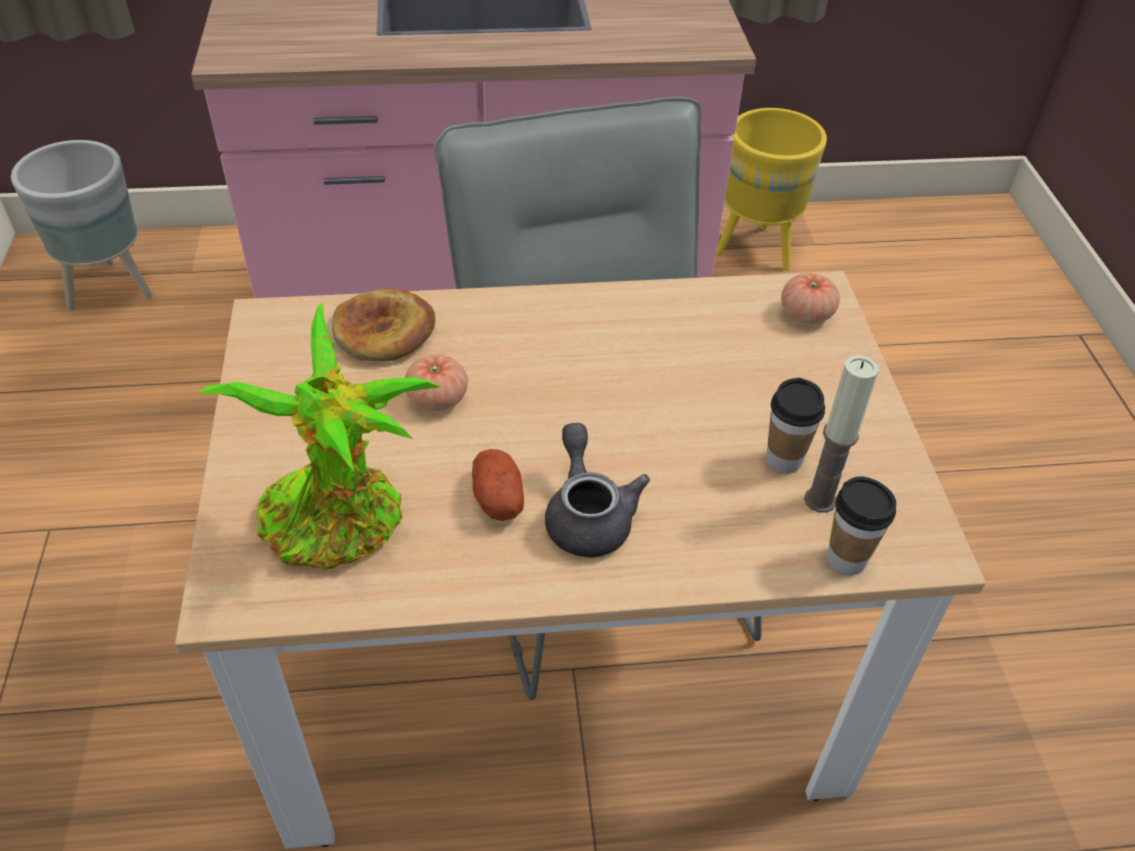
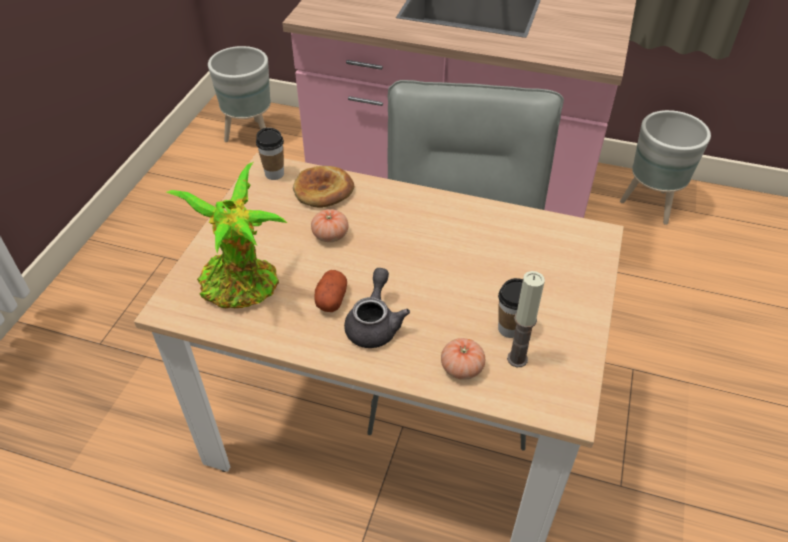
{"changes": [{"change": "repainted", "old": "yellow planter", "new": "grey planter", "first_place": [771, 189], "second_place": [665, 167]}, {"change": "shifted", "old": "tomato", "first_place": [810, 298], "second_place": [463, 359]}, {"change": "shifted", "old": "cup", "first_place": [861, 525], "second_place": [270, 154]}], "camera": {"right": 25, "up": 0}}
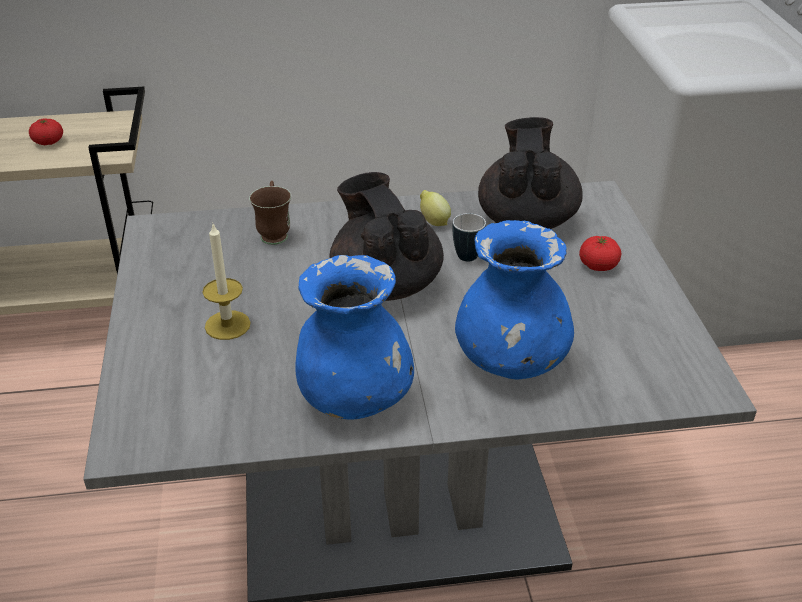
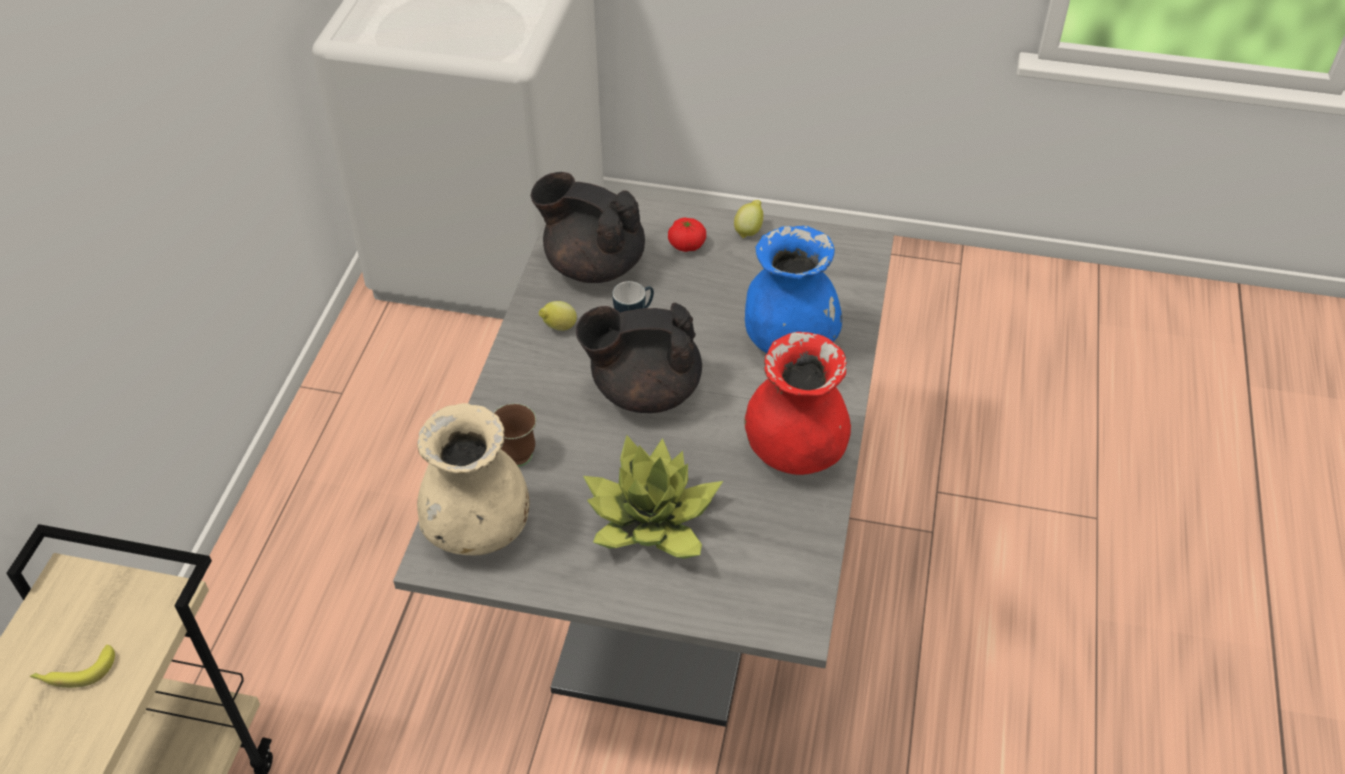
{"changes": [{"change": "swapped", "old": "tomato", "new": "banana", "first_place": [46, 131], "second_place": [72, 666]}, {"change": "swapped", "old": "candle", "new": "potted plant", "first_place": [227, 281], "second_place": [653, 497]}, {"change": "repainted", "old": "blue vase", "new": "red vase", "first_place": [354, 337], "second_place": [797, 403]}, {"change": "new", "new": "beige vase", "second_place": [473, 479]}, {"change": "new", "new": "lemon", "second_place": [748, 219]}], "camera": {"right": -70, "up": 10}}
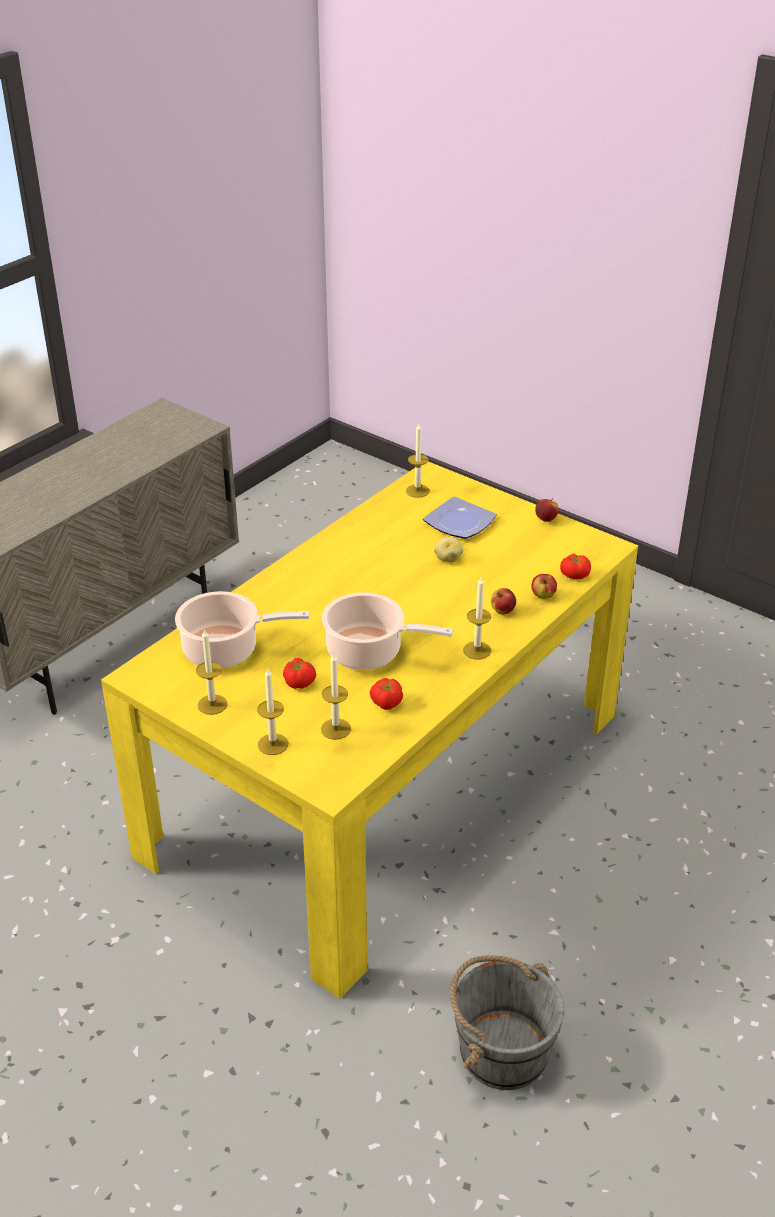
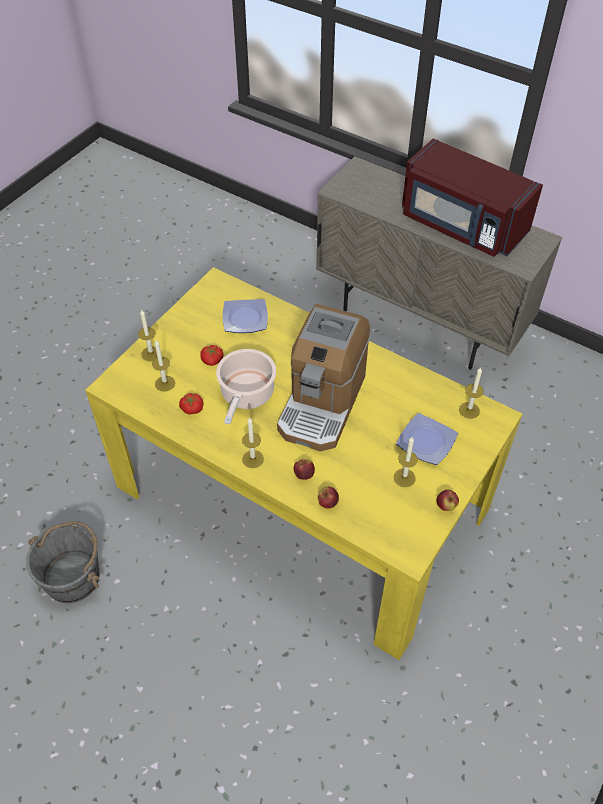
{"changes": [{"change": "swapped", "old": "cooking pot", "new": "plate", "first_place": [242, 629], "second_place": [245, 316]}, {"change": "shifted", "old": "candle", "first_place": [211, 672], "second_place": [406, 462]}, {"change": "gone", "old": "potato", "first_place": [448, 549]}, {"change": "gone", "old": "tomato", "first_place": [575, 566]}, {"change": "new", "new": "coffee machine", "second_place": [323, 377]}, {"change": "new", "new": "red microwave", "second_place": [472, 197]}], "camera": {"right": 85, "up": 15}}
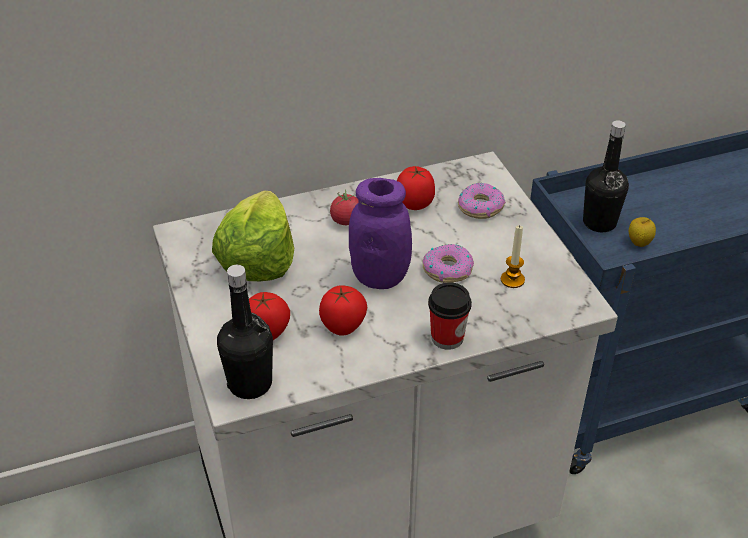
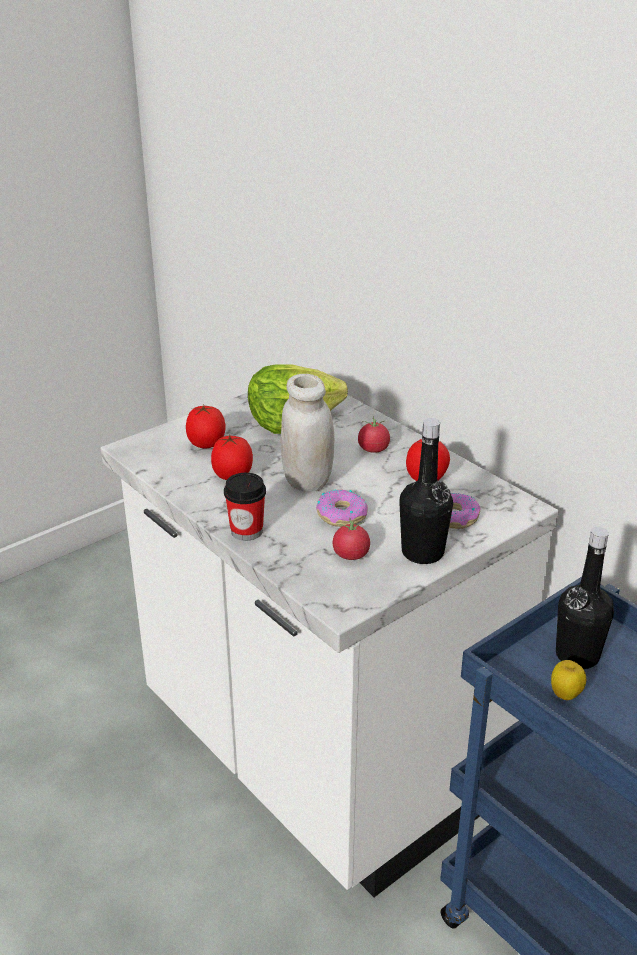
{"changes": [{"change": "shifted", "old": "black bottle", "first_place": [245, 332], "second_place": [426, 491]}, {"change": "repainted", "old": "purple jar", "new": "white jar", "first_place": [380, 233], "second_place": [307, 433]}, {"change": "swapped", "old": "candle", "new": "tomato", "first_place": [513, 256], "second_place": [351, 539]}], "camera": {"right": 70, "up": -10}}
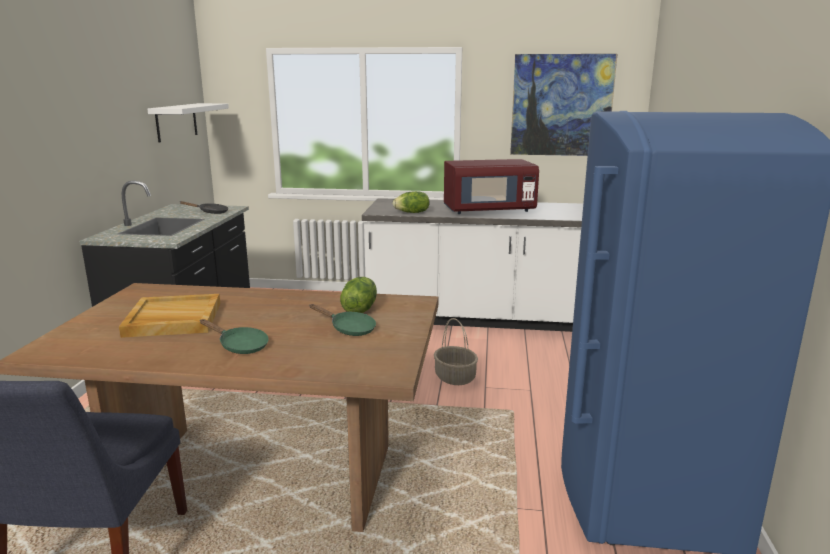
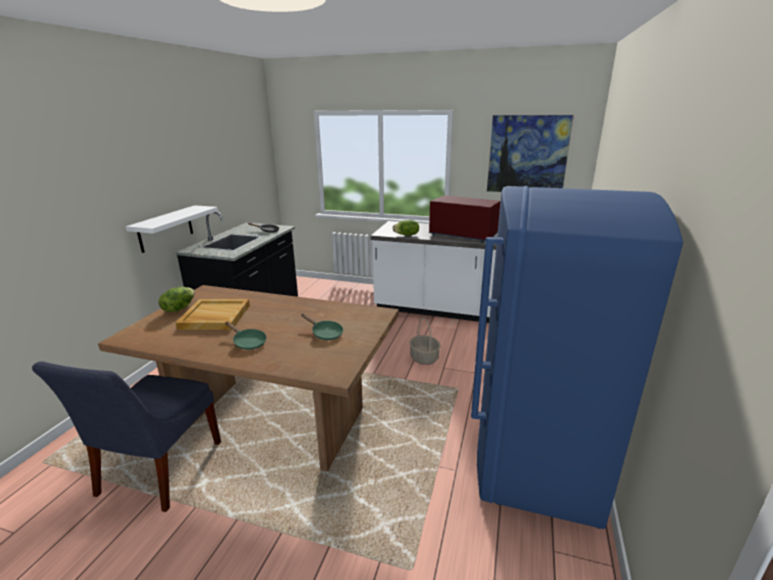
{"changes": [{"change": "shifted", "old": "white shelf", "first_place": [188, 123], "second_place": [172, 229]}, {"change": "shifted", "old": "lettuce", "first_place": [358, 295], "second_place": [177, 299]}, {"change": "rotated", "old": "red microwave", "first_place": [491, 186], "second_place": [465, 219], "degrees": -150}], "camera": {"right": 10, "up": 5}}
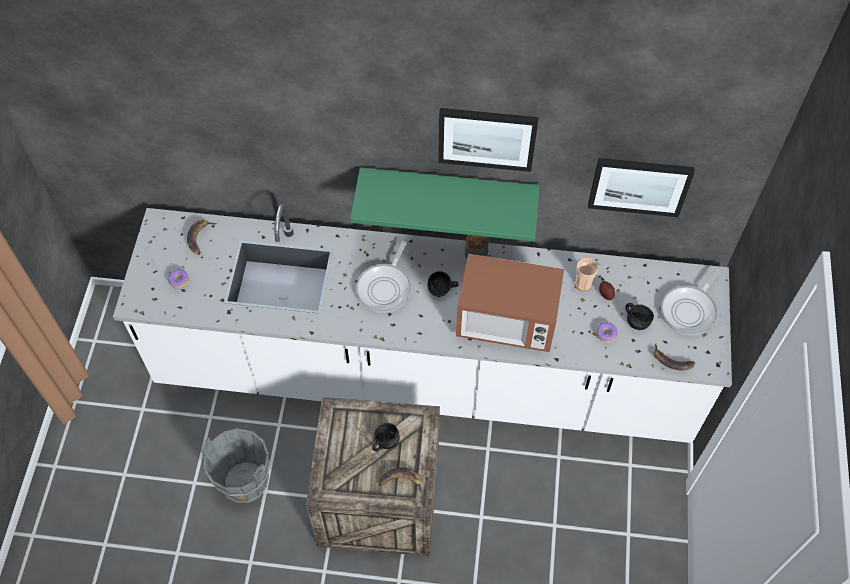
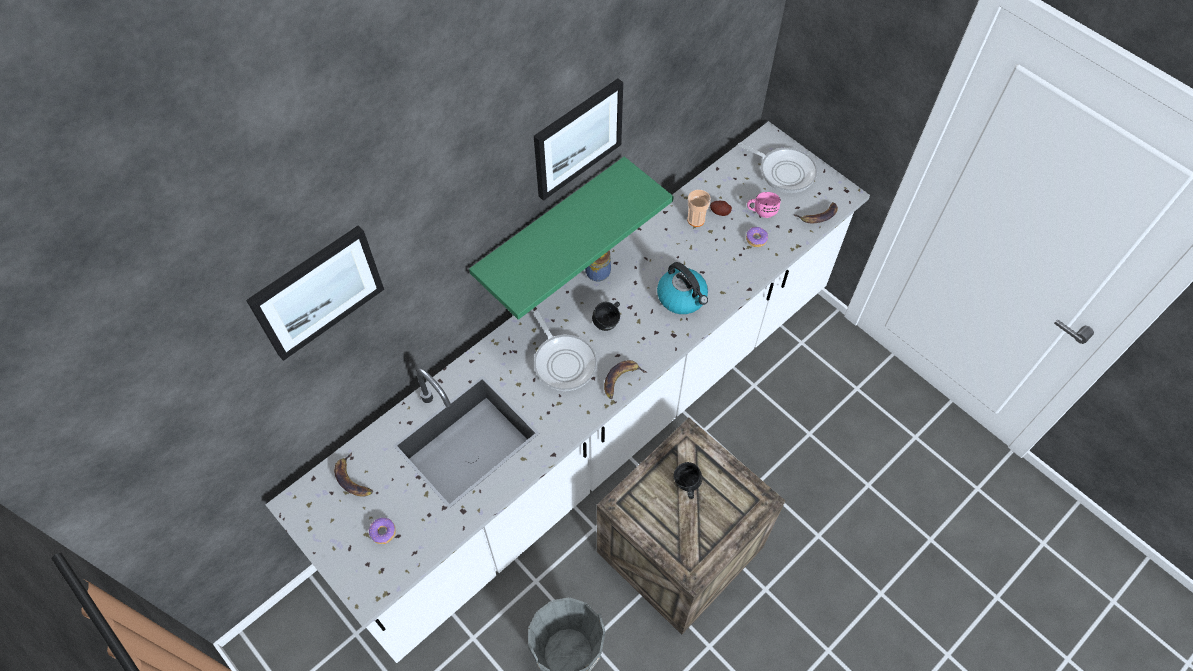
{"changes": [{"change": "shifted", "old": "banana", "first_place": [400, 480], "second_place": [625, 379]}, {"change": "swapped", "old": "microwave", "new": "kettle", "first_place": [510, 302], "second_place": [682, 288]}, {"change": "shifted", "old": "picture", "first_place": [641, 187], "second_place": [315, 293]}, {"change": "repainted", "old": "black mug", "new": "pink mug", "first_place": [639, 316], "second_place": [764, 205]}, {"change": "rotated", "old": "frying pan", "first_place": [691, 302], "second_place": [777, 167], "degrees": -45}], "camera": {"right": -50, "up": 0}}
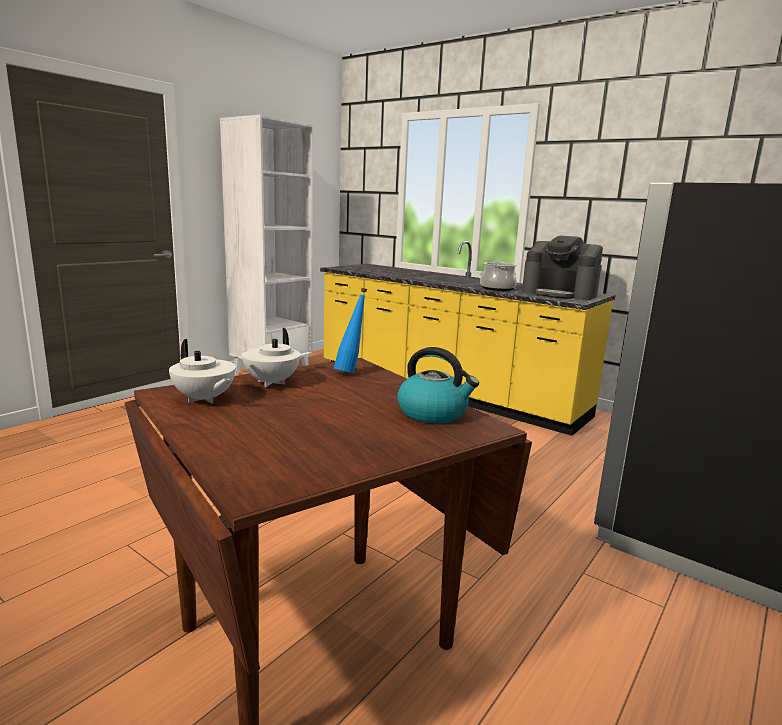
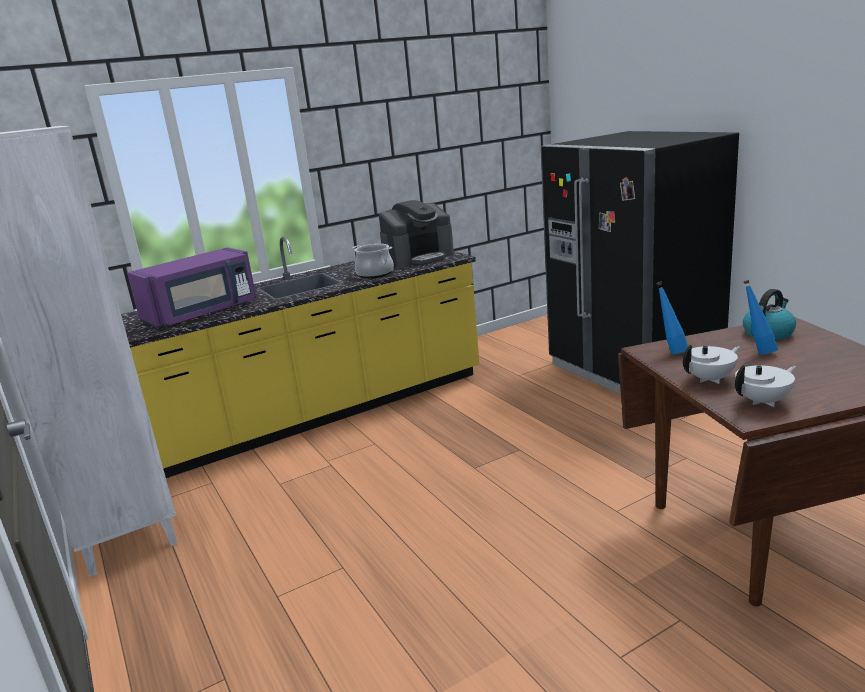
{"changes": [{"change": "rotated", "old": "white teapot", "first_place": [271, 357], "second_place": [711, 364], "degrees": -60}, {"change": "new", "new": "purple microwave", "second_place": [191, 287]}, {"change": "new", "new": "blue bottle", "second_place": [760, 317]}], "camera": {"right": -65, "up": 5}}
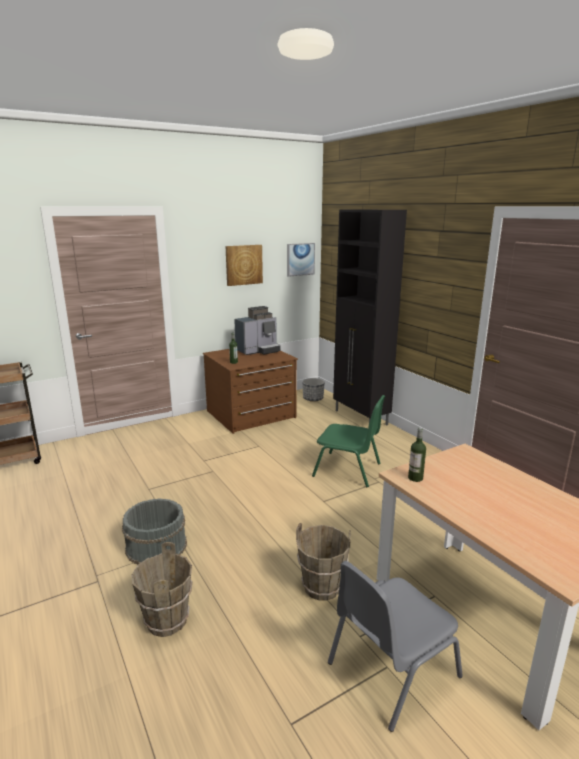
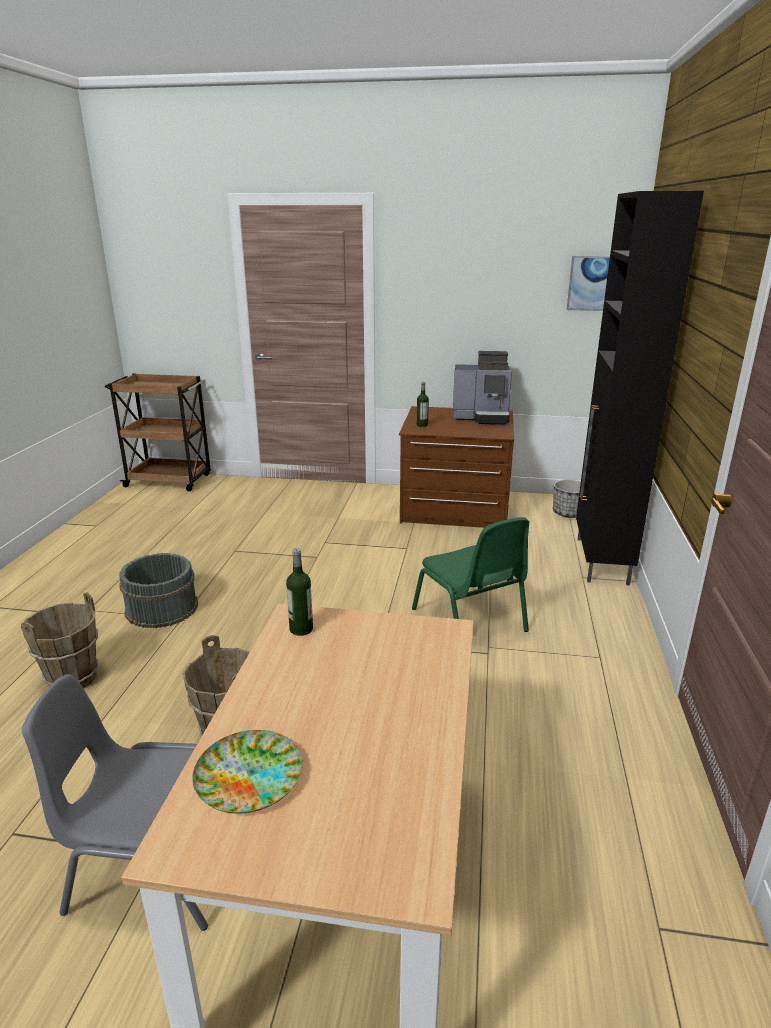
{"changes": [{"change": "gone", "old": "picture", "first_place": [244, 265]}, {"change": "new", "new": "plate", "second_place": [247, 771]}], "camera": {"right": 40, "up": 5}}
